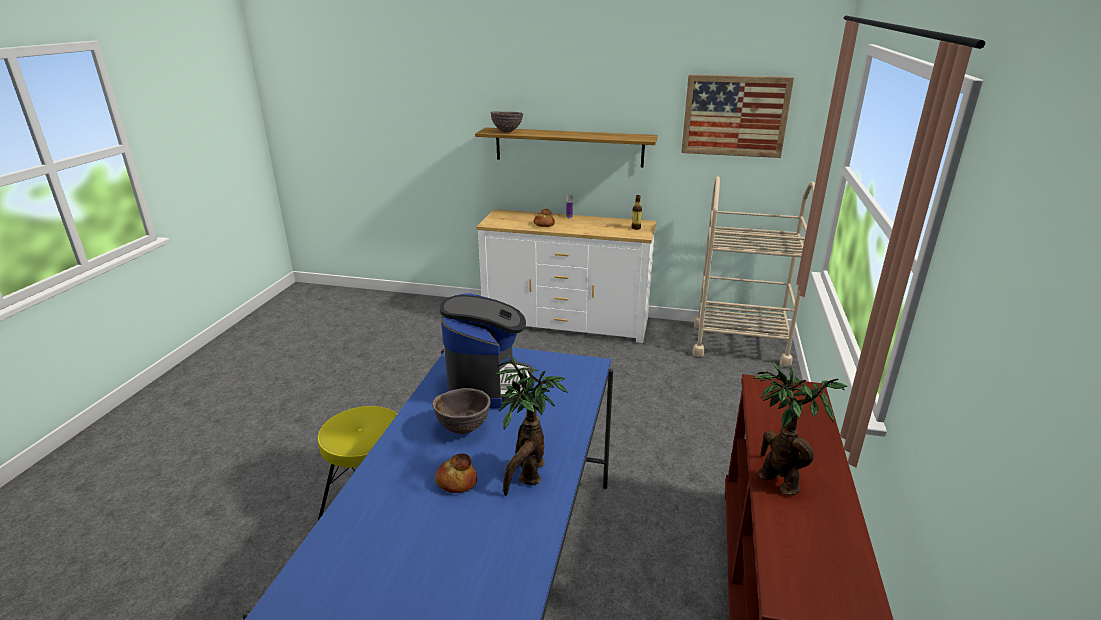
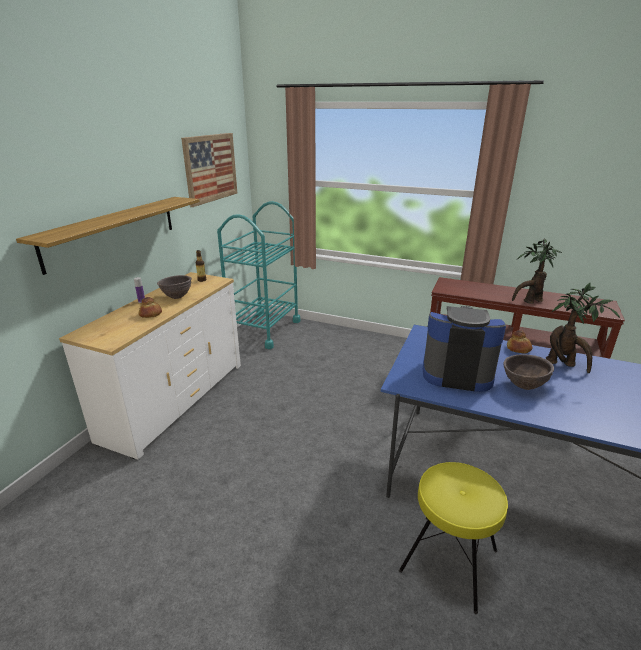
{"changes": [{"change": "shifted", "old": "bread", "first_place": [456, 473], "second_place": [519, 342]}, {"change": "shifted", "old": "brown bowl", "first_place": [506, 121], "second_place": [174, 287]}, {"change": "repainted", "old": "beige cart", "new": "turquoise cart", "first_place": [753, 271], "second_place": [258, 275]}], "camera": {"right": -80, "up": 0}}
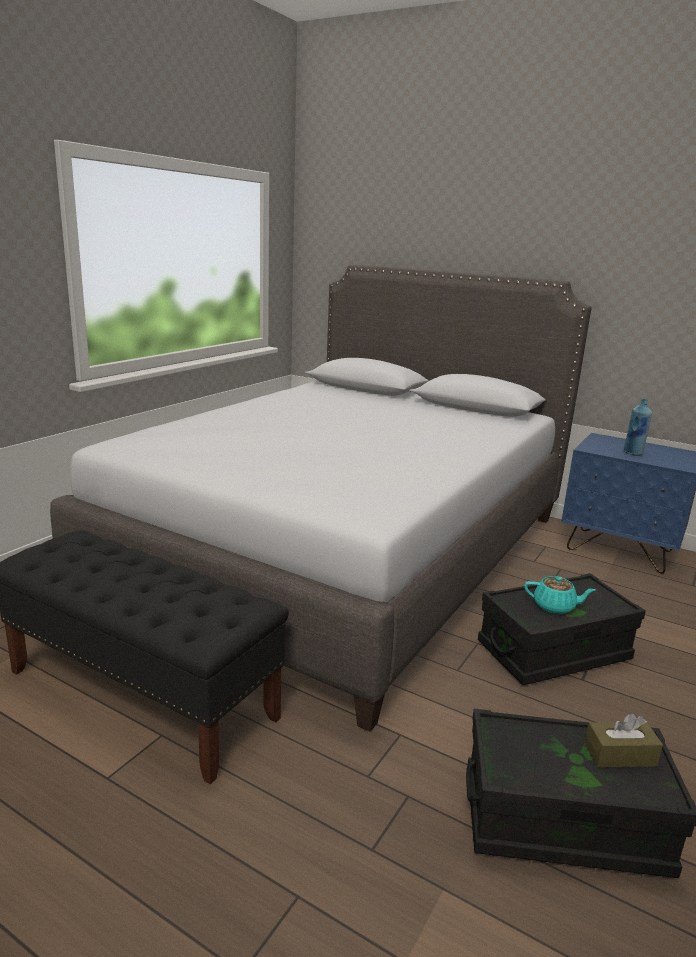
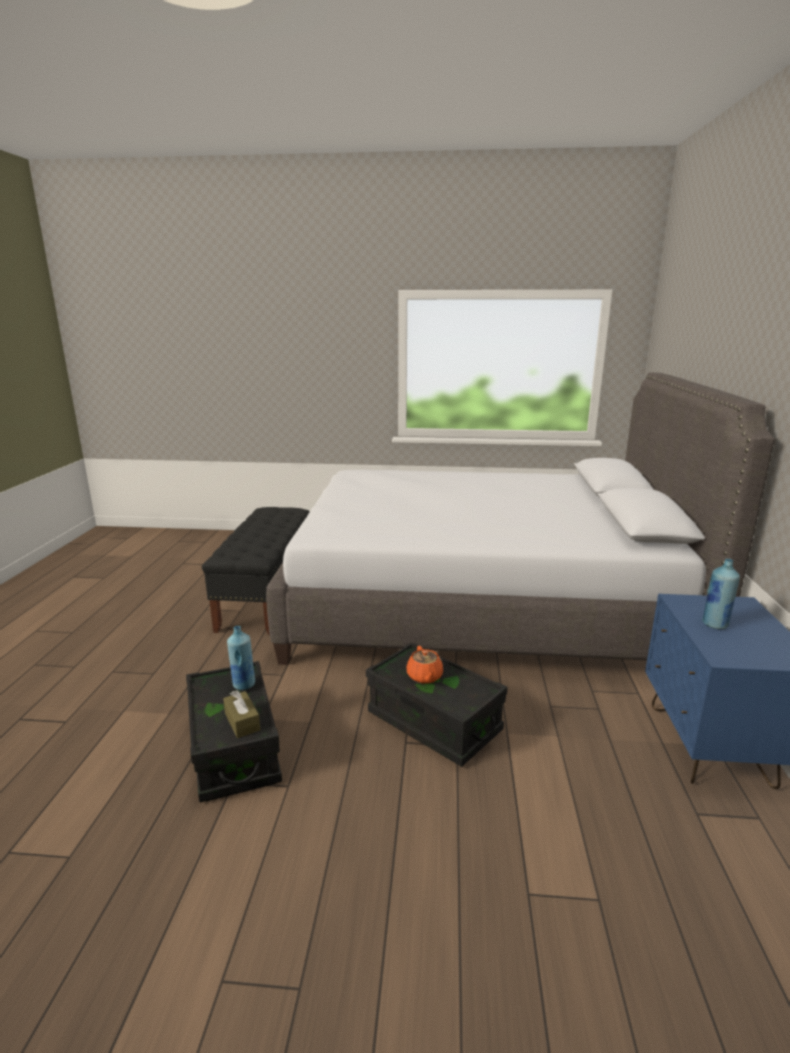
{"changes": [{"change": "repainted", "old": "turquoise teapot", "new": "orange teapot", "first_place": [560, 595], "second_place": [425, 665]}, {"change": "new", "new": "blue bottle", "second_place": [241, 658]}], "camera": {"right": 65, "up": 0}}
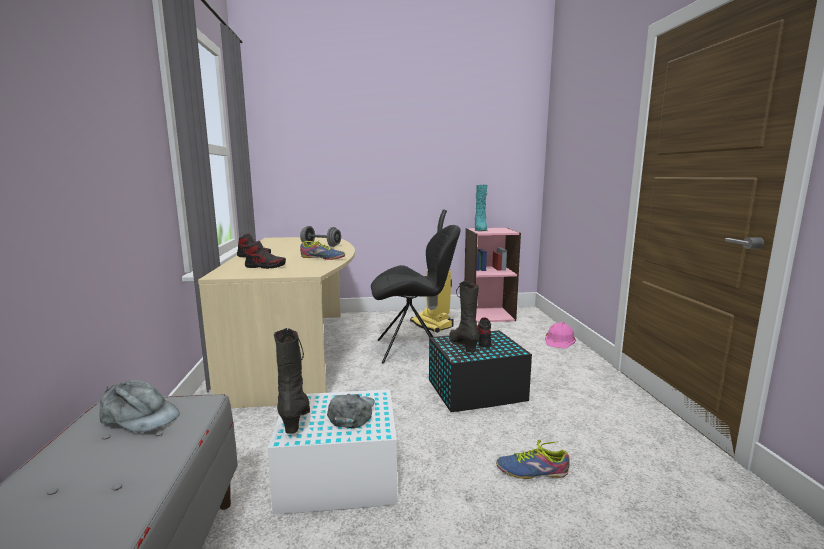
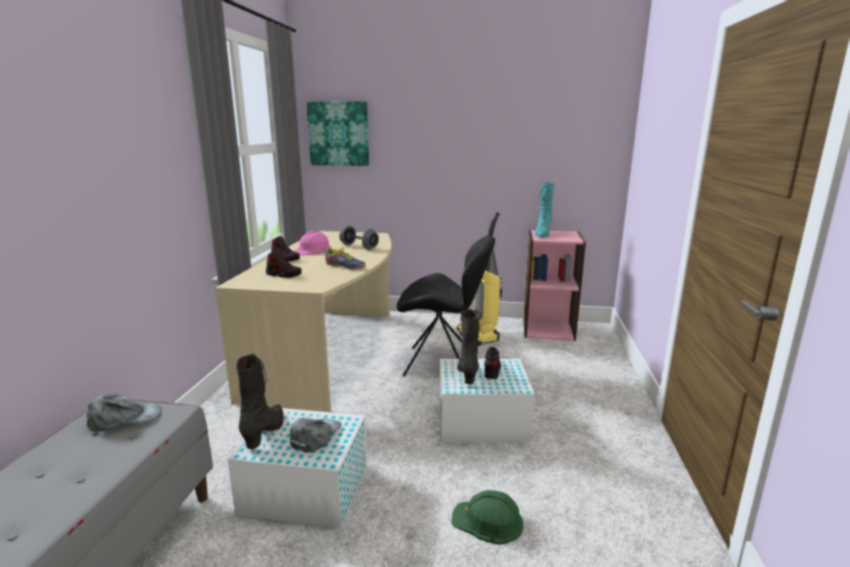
{"changes": [{"change": "rotated", "old": "grey cap", "first_place": [140, 406], "second_place": [124, 413], "degrees": -60}, {"change": "repainted", "old": "black storage box", "new": "white storage box", "first_place": [480, 371], "second_place": [487, 400]}, {"change": "swapped", "old": "shoe", "new": "green hard hat", "first_place": [532, 459], "second_place": [487, 517]}, {"change": "shifted", "old": "pink hard hat", "first_place": [560, 335], "second_place": [313, 243]}, {"change": "new", "new": "picture", "second_place": [337, 133]}], "camera": {"right": 15, "up": 5}}
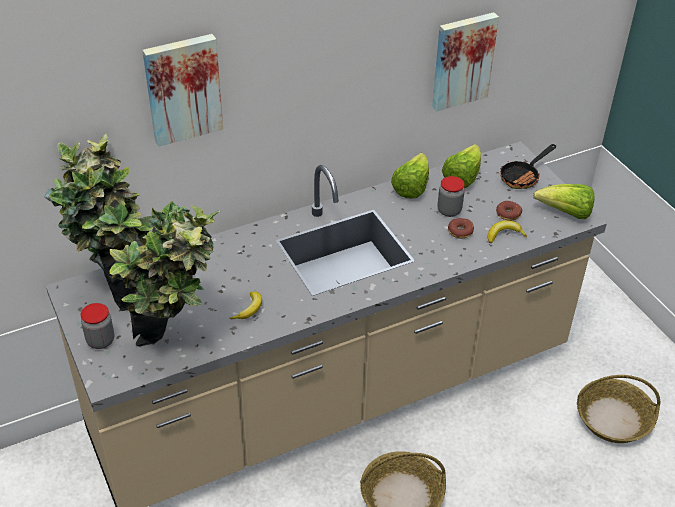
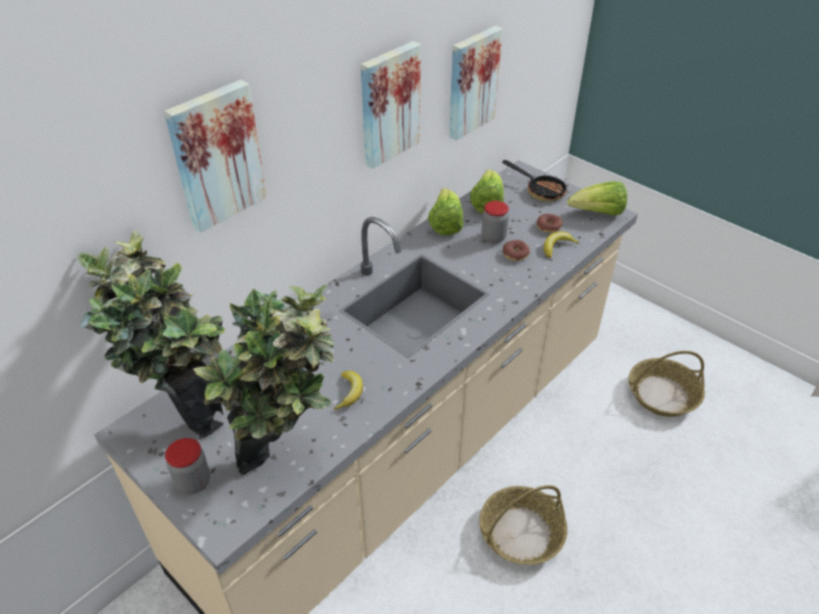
{"changes": [{"change": "rotated", "old": "frying pan", "first_place": [528, 166], "second_place": [535, 181], "degrees": -75}, {"change": "new", "new": "picture", "second_place": [391, 105]}], "camera": {"right": -20, "up": 0}}
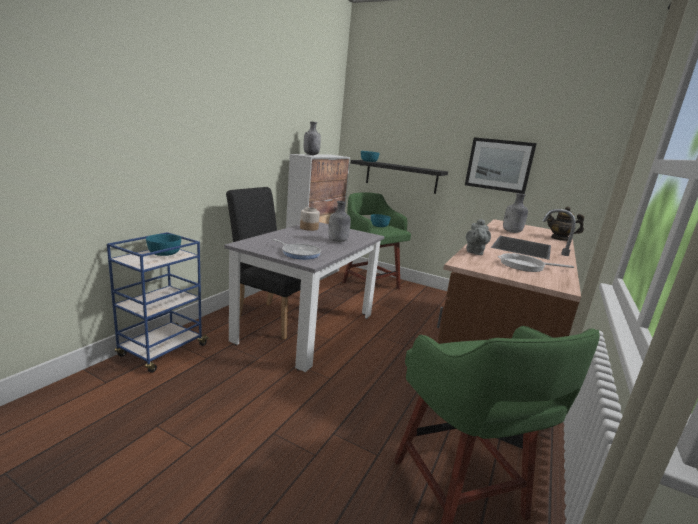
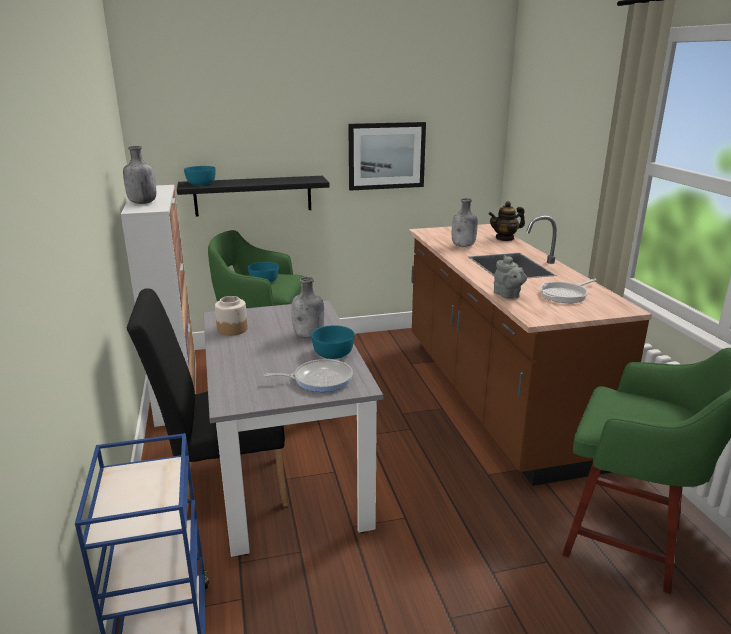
{"changes": [{"change": "shifted", "old": "turquoise bowl", "first_place": [163, 245], "second_place": [333, 342]}], "camera": {"right": -40, "up": 5}}
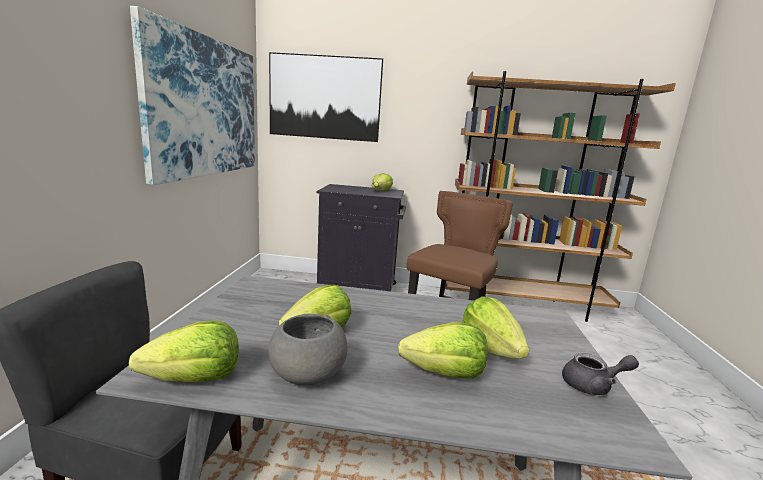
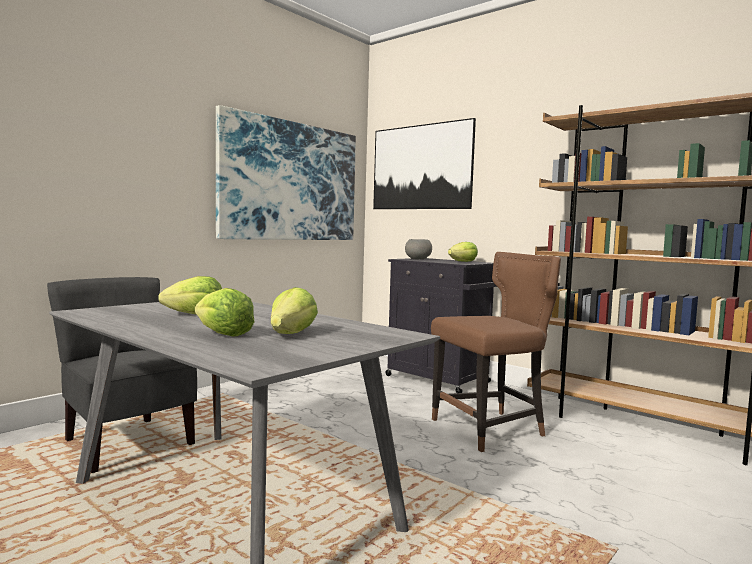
{"changes": [{"change": "gone", "old": "lettuce", "first_place": [184, 351]}, {"change": "shifted", "old": "grey bowl", "first_place": [307, 350], "second_place": [418, 249]}, {"change": "gone", "old": "grey teapot", "first_place": [600, 374]}], "camera": {"right": 35, "up": -10}}
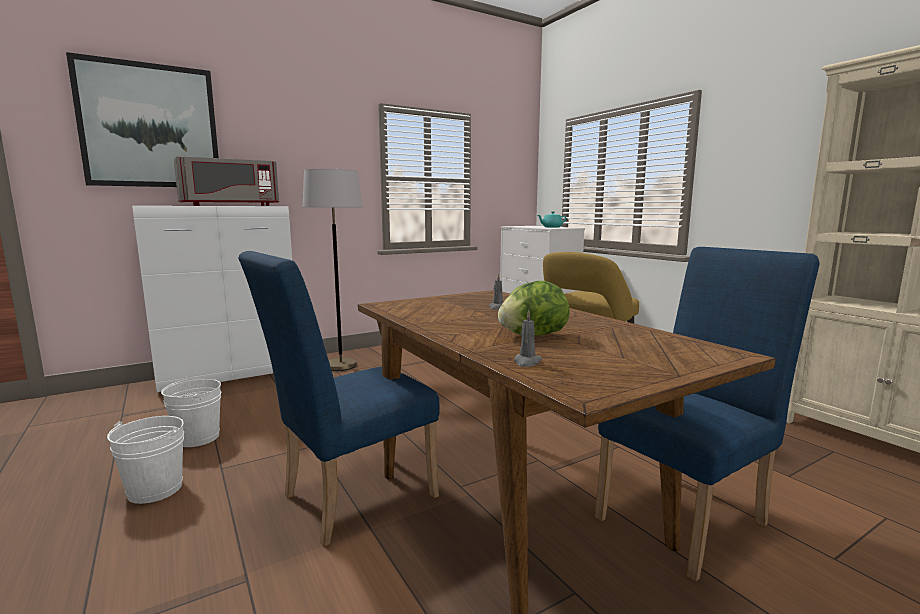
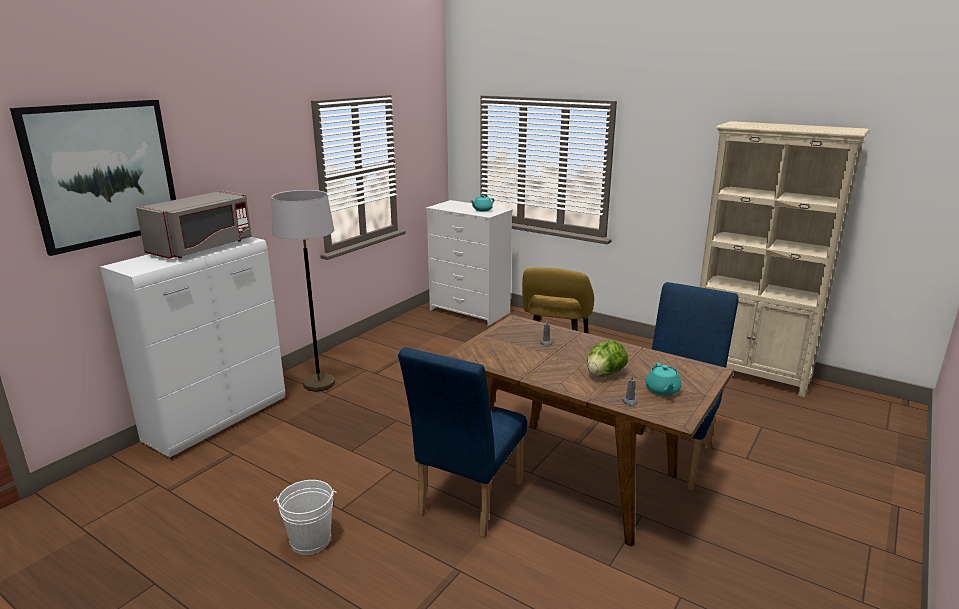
{"changes": [{"change": "gone", "old": "white bucket", "first_place": [191, 412]}, {"change": "new", "new": "turquoise teapot", "second_place": [663, 379]}], "camera": {"right": -25, "up": 10}}
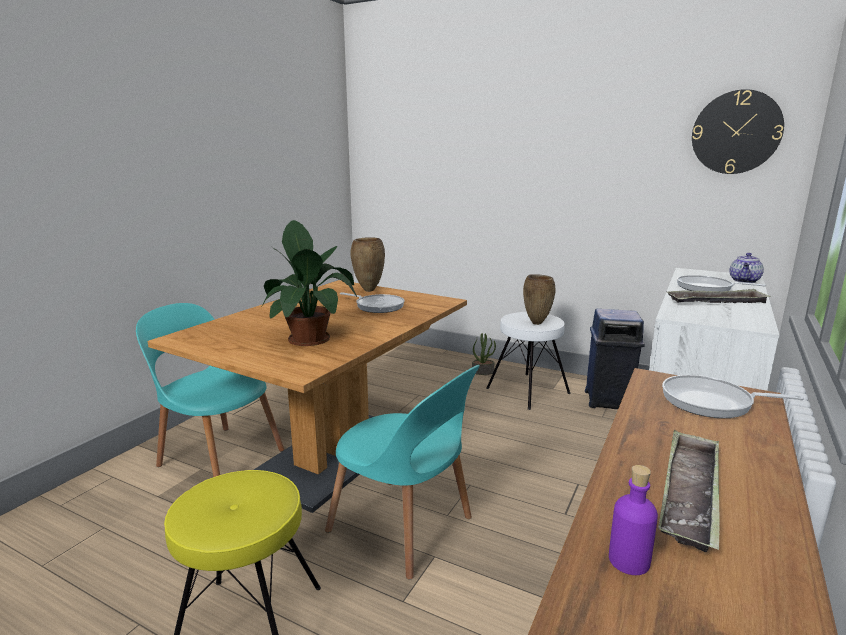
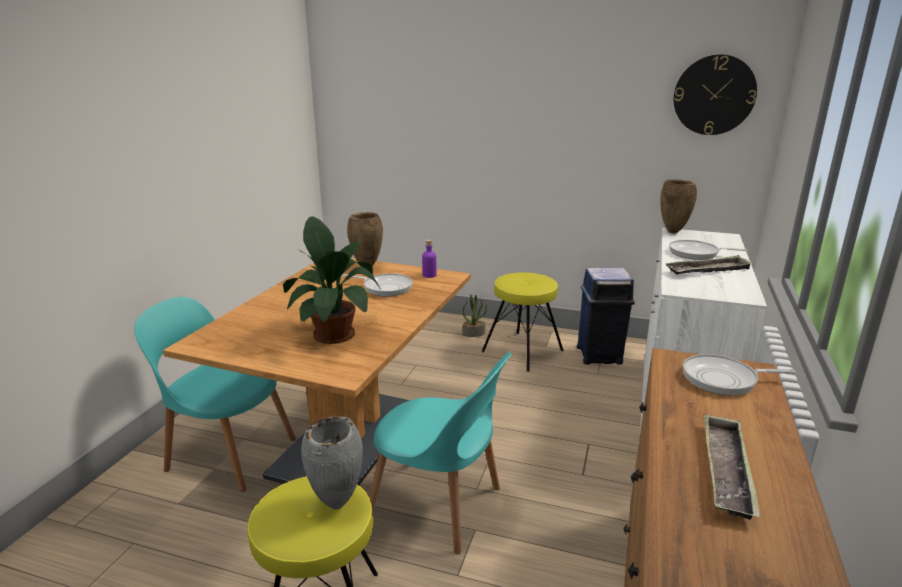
{"changes": [{"change": "repainted", "old": "white stool", "new": "yellow stool", "first_place": [528, 361], "second_place": [522, 322]}, {"change": "shifted", "old": "brown vase", "first_place": [539, 299], "second_place": [678, 206]}, {"change": "shifted", "old": "purple bottle", "first_place": [633, 520], "second_place": [429, 258]}, {"change": "gone", "old": "teapot", "first_place": [747, 268]}, {"change": "new", "new": "grey vase", "second_place": [332, 463]}], "camera": {"right": -10, "up": 5}}
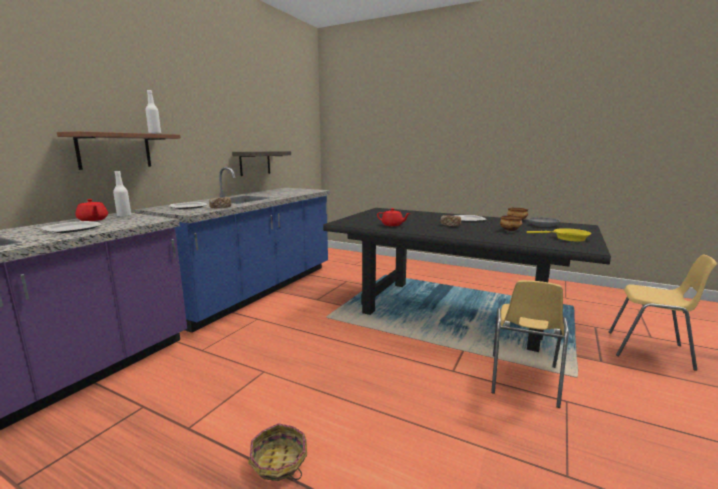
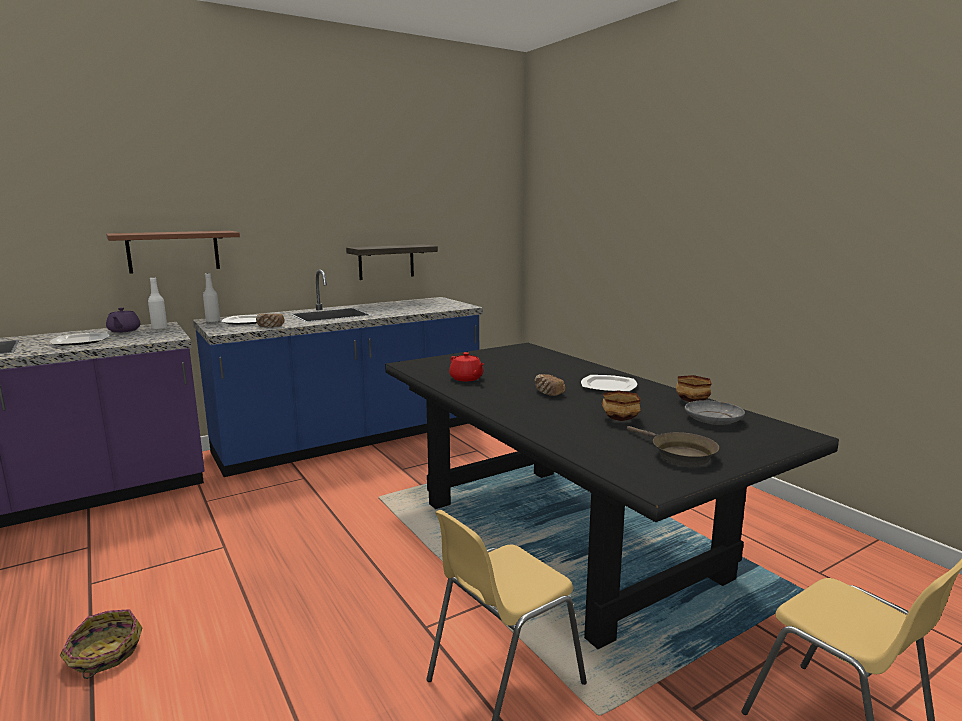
{"changes": [{"change": "repainted", "old": "red teapot", "new": "purple teapot", "first_place": [91, 210], "second_place": [123, 320]}, {"change": "shifted", "old": "white bottle", "first_place": [153, 112], "second_place": [211, 297]}, {"change": "repainted", "old": "yellow frying pan", "new": "brown frying pan", "first_place": [559, 234], "second_place": [673, 446]}], "camera": {"right": 30, "up": 0}}
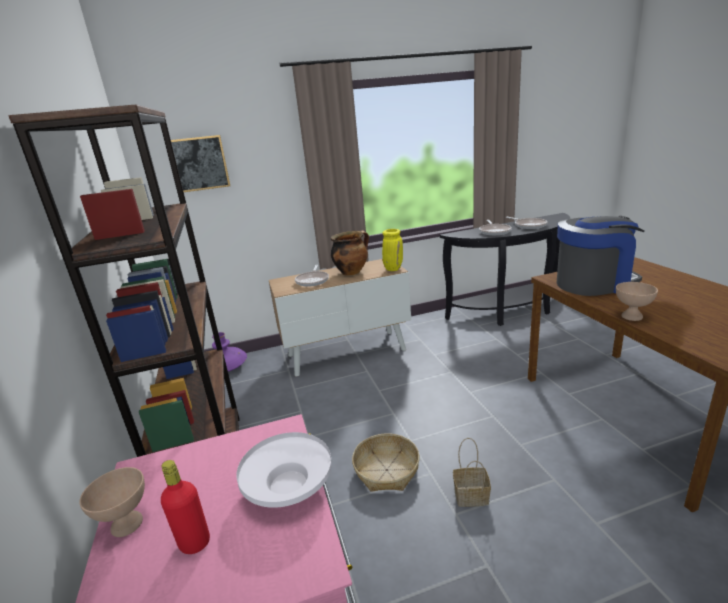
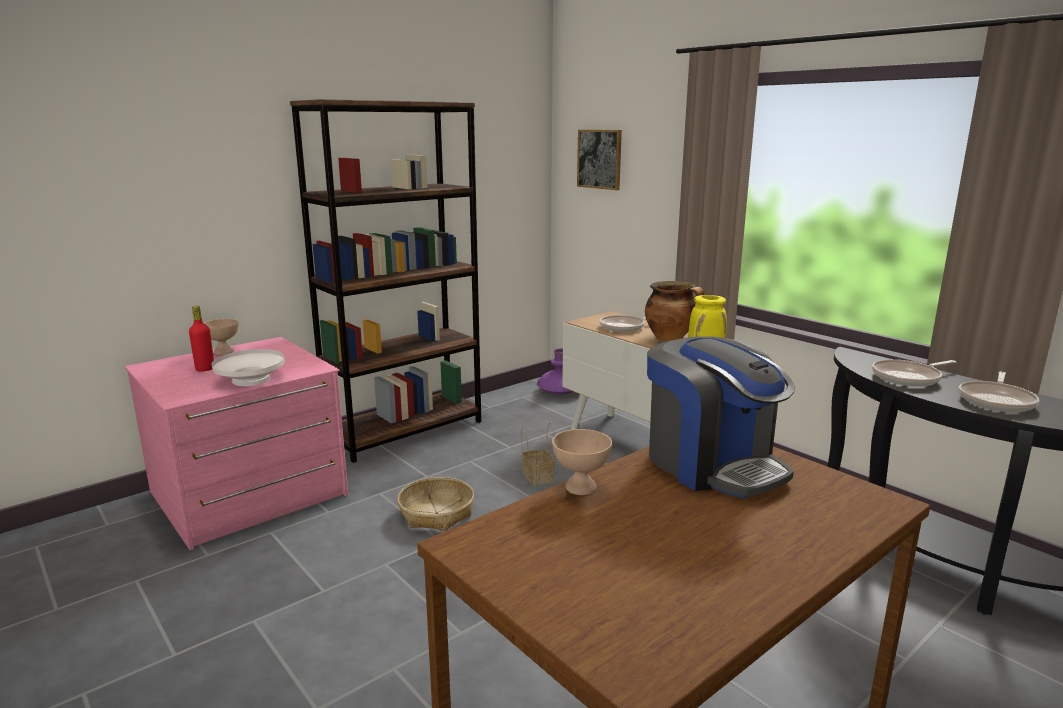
{"changes": [{"change": "shifted", "old": "basket", "first_place": [472, 472], "second_place": [538, 454]}], "camera": {"right": 65, "up": -5}}
